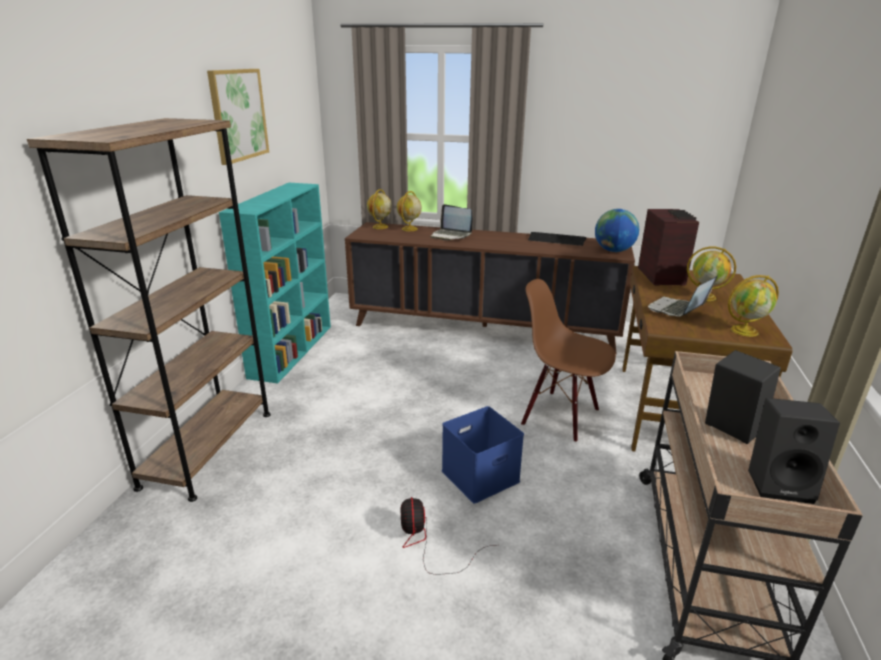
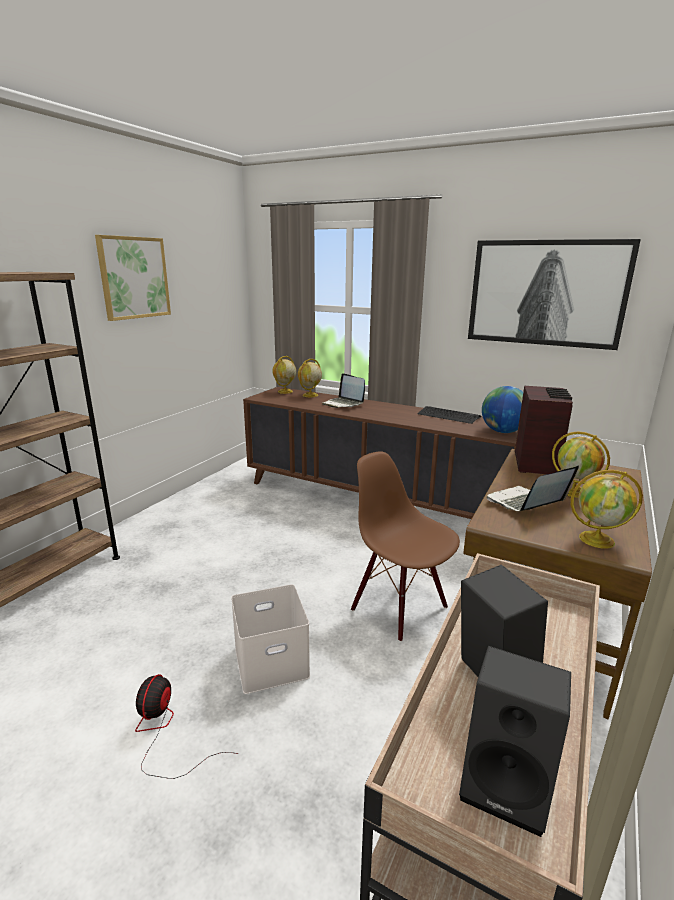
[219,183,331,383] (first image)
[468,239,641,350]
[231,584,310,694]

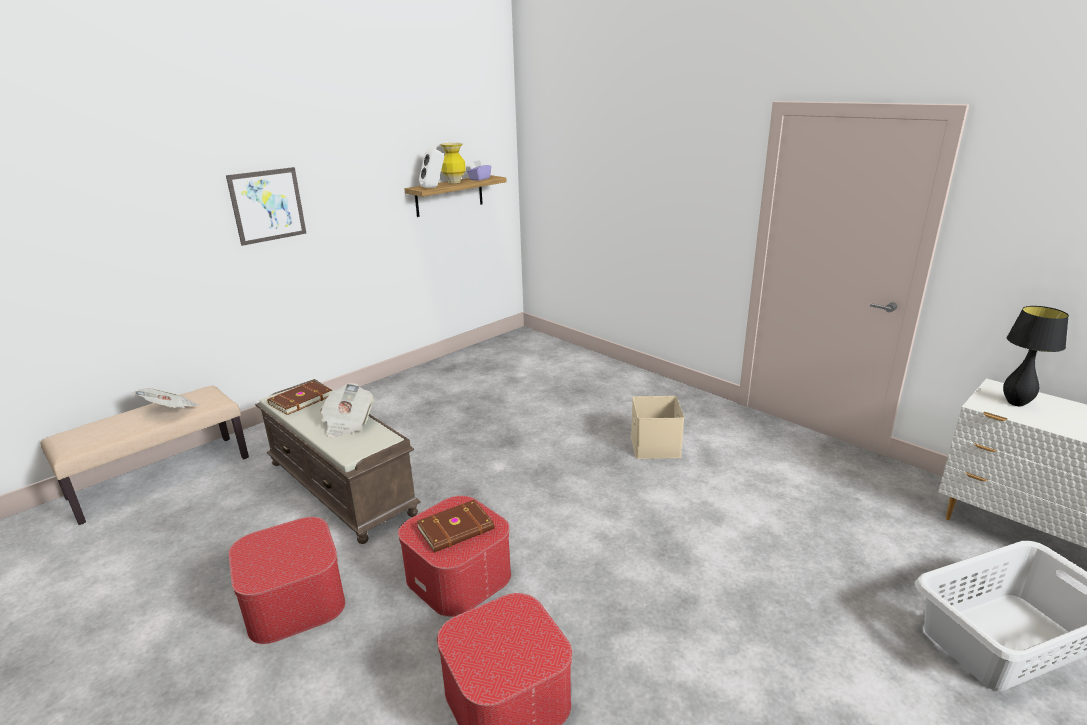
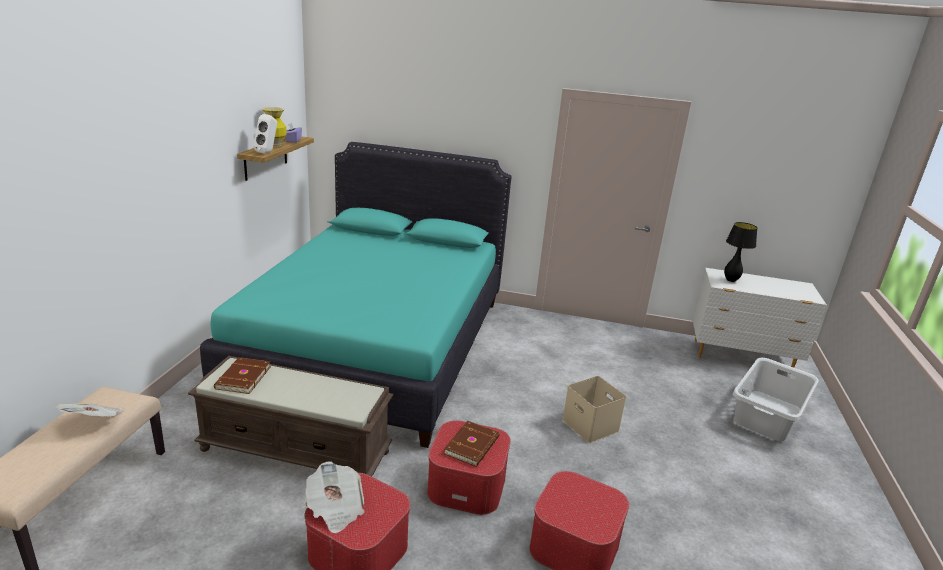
[226,167,306,246] (first image)
[200,142,512,448]
[305,461,365,533]
[562,376,626,443]

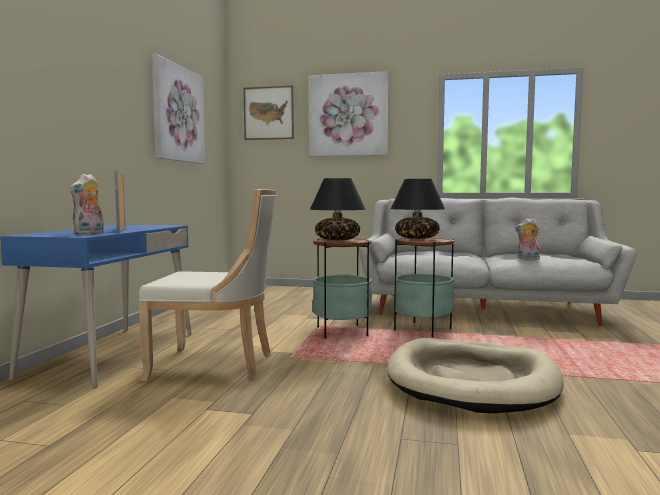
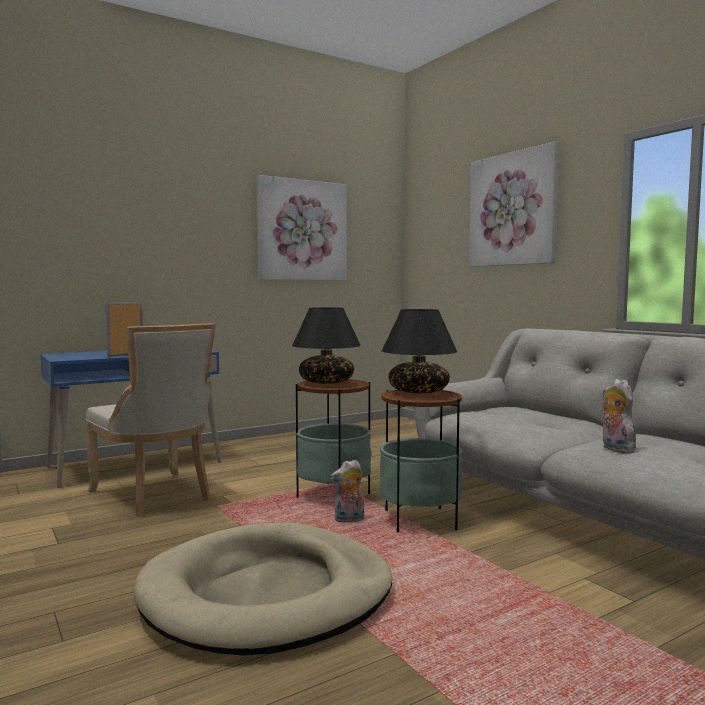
[243,86,294,140] (first image)
[330,459,365,523]

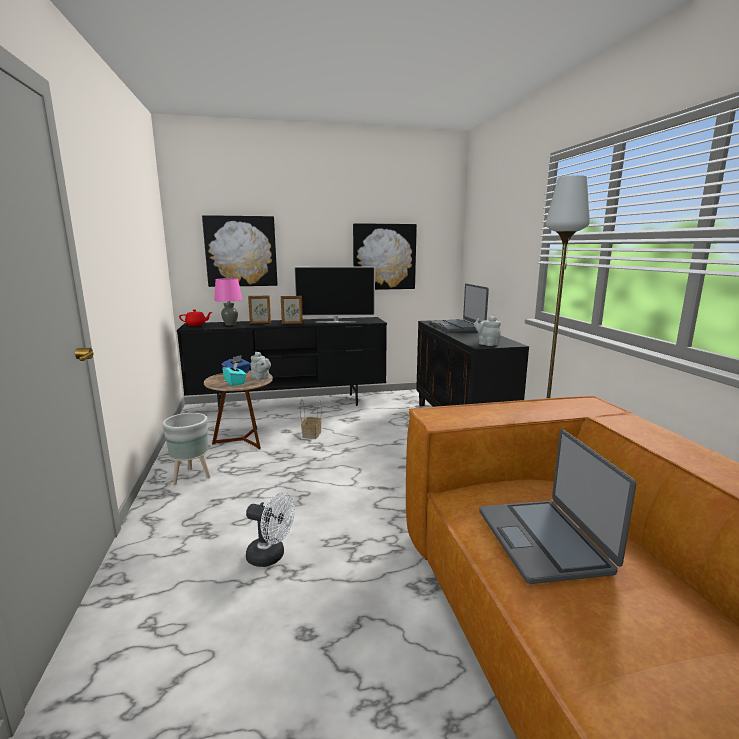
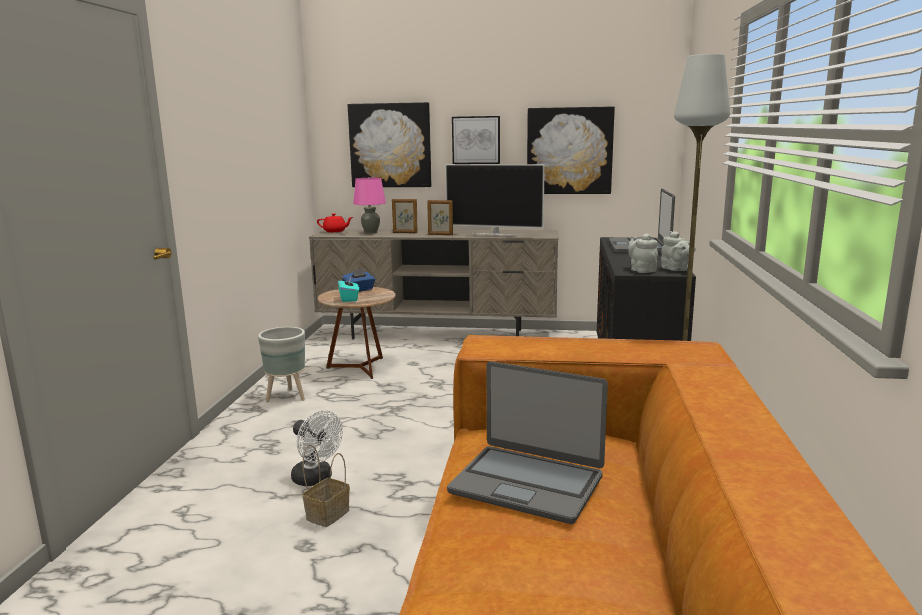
[452,116,500,164]
[661,231,696,271]
[302,445,350,527]
[309,229,558,340]
[447,361,608,524]

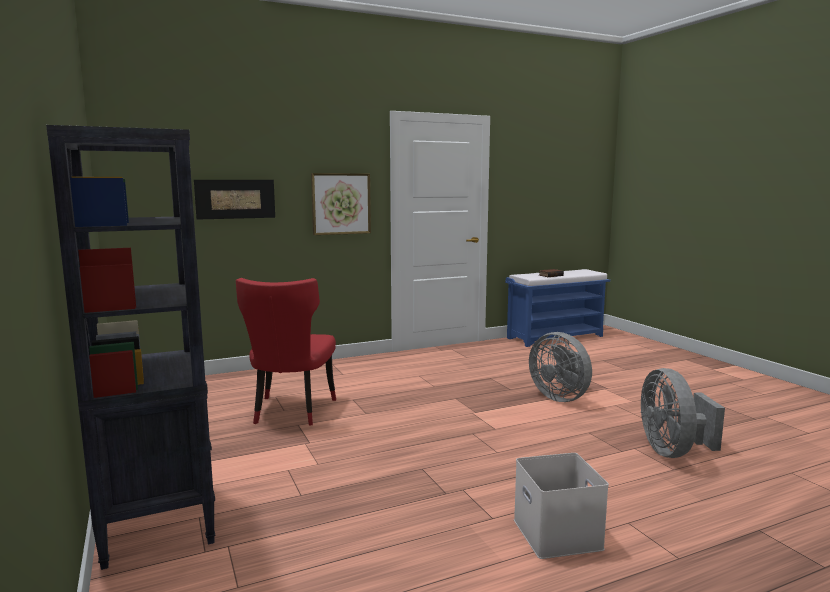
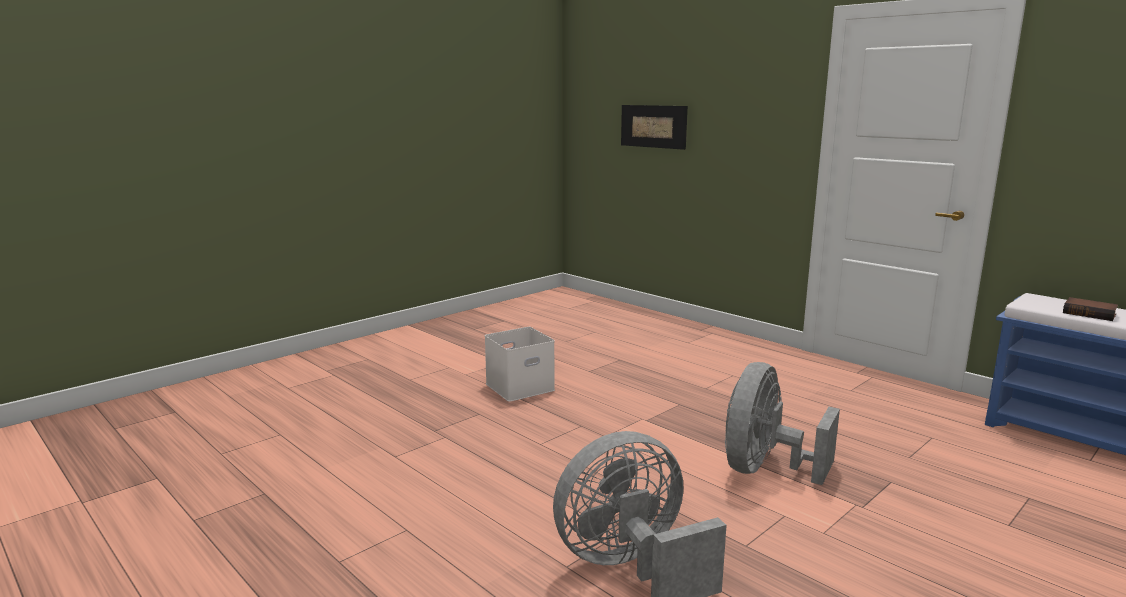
[46,125,216,570] (first image)
[236,278,336,426] (first image)
[311,173,371,235] (first image)
[485,327,555,402]

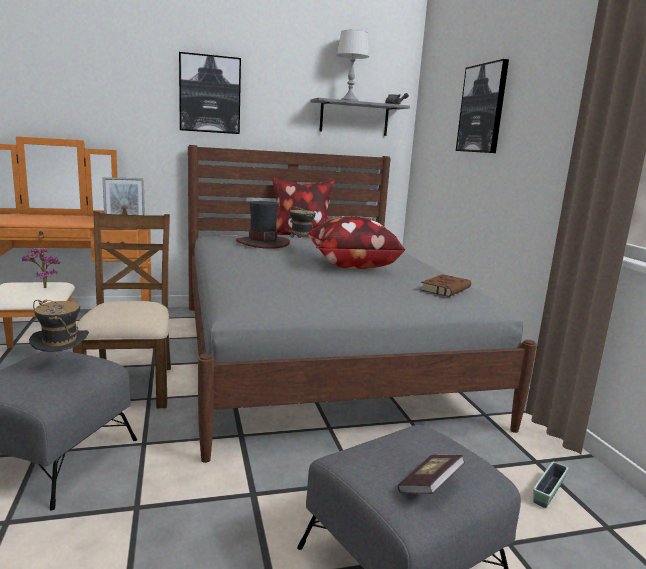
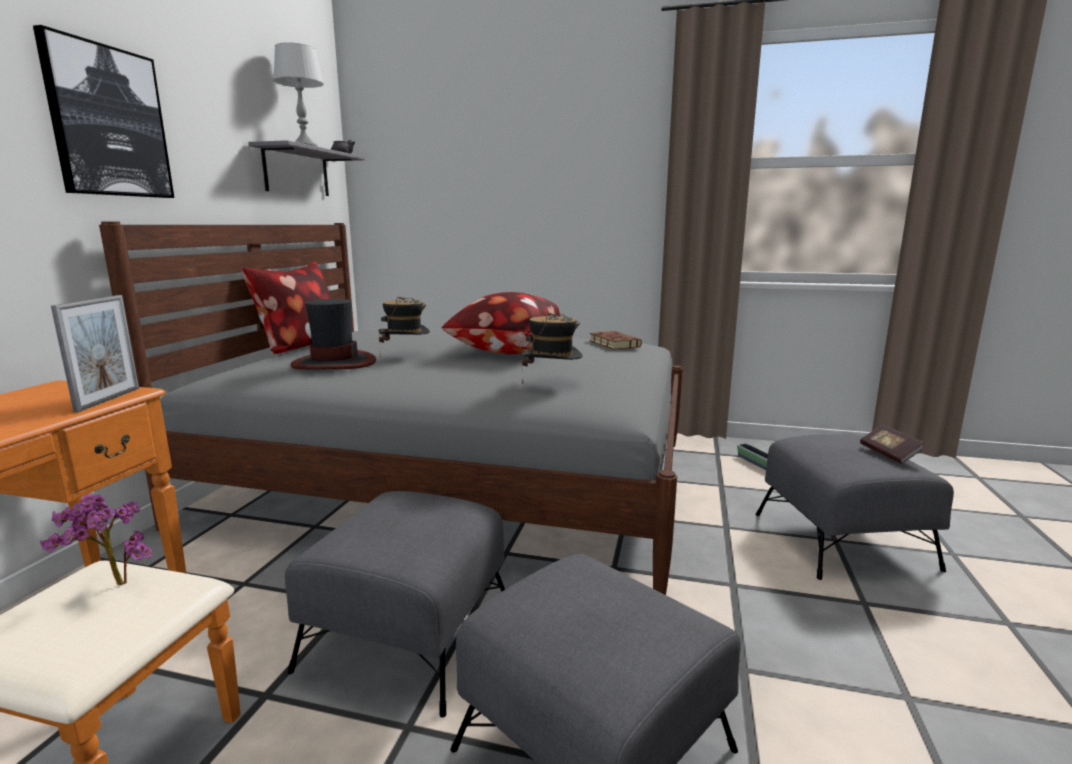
[456,59,509,153] (first image)
[522,312,583,384]
[285,491,505,718]

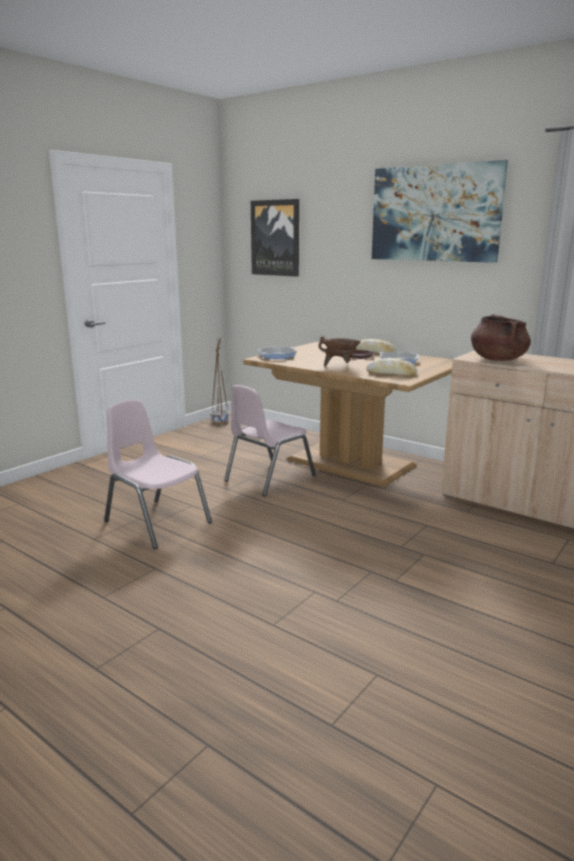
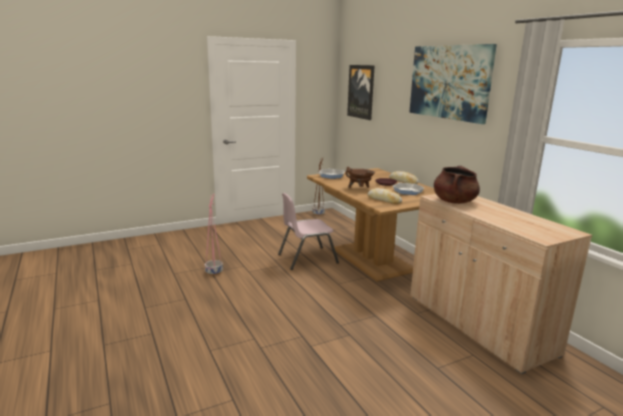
[205,194,223,275]

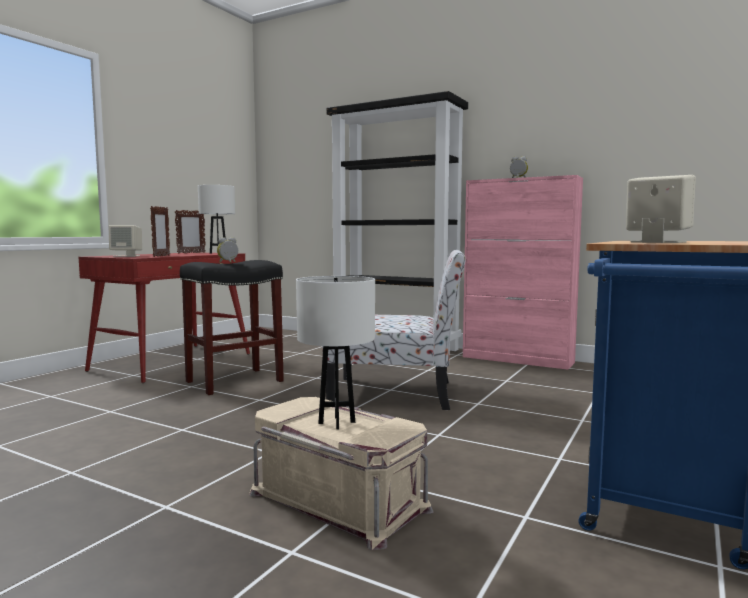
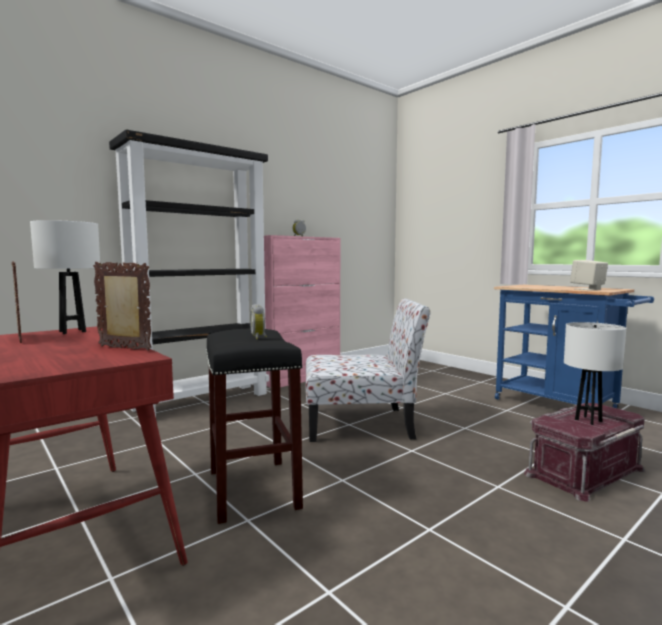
[109,225,142,257] (first image)
[524,403,645,502]
[306,298,430,442]

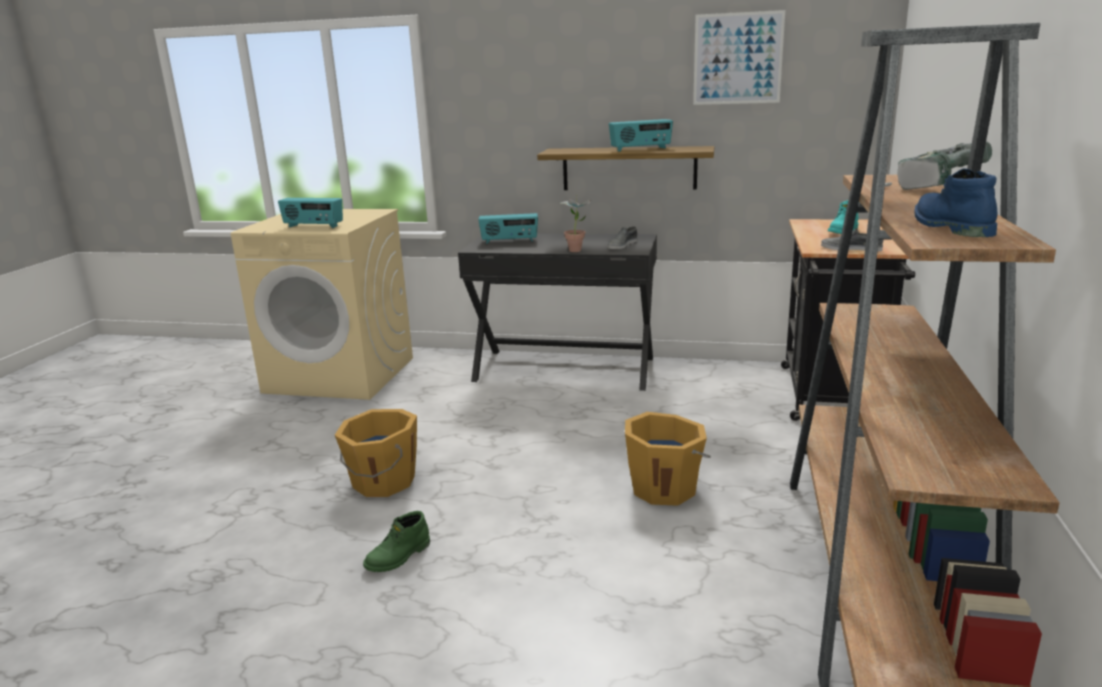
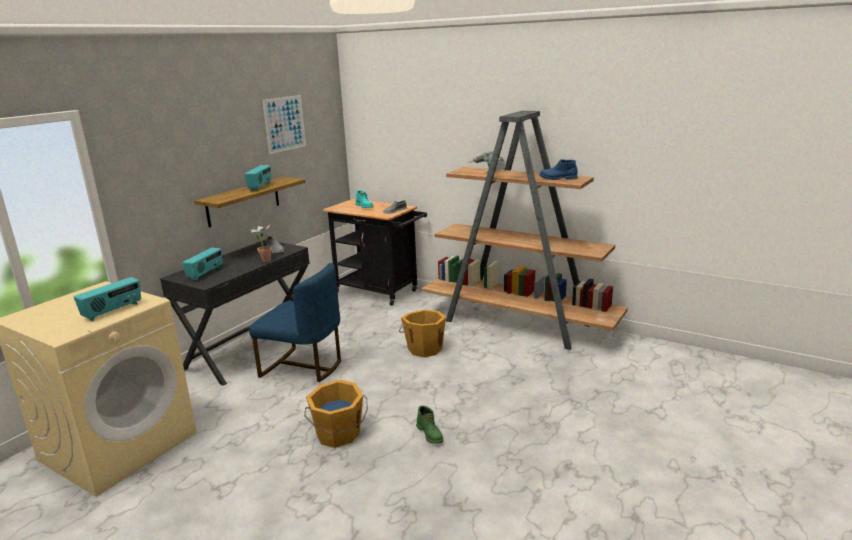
[249,263,341,382]

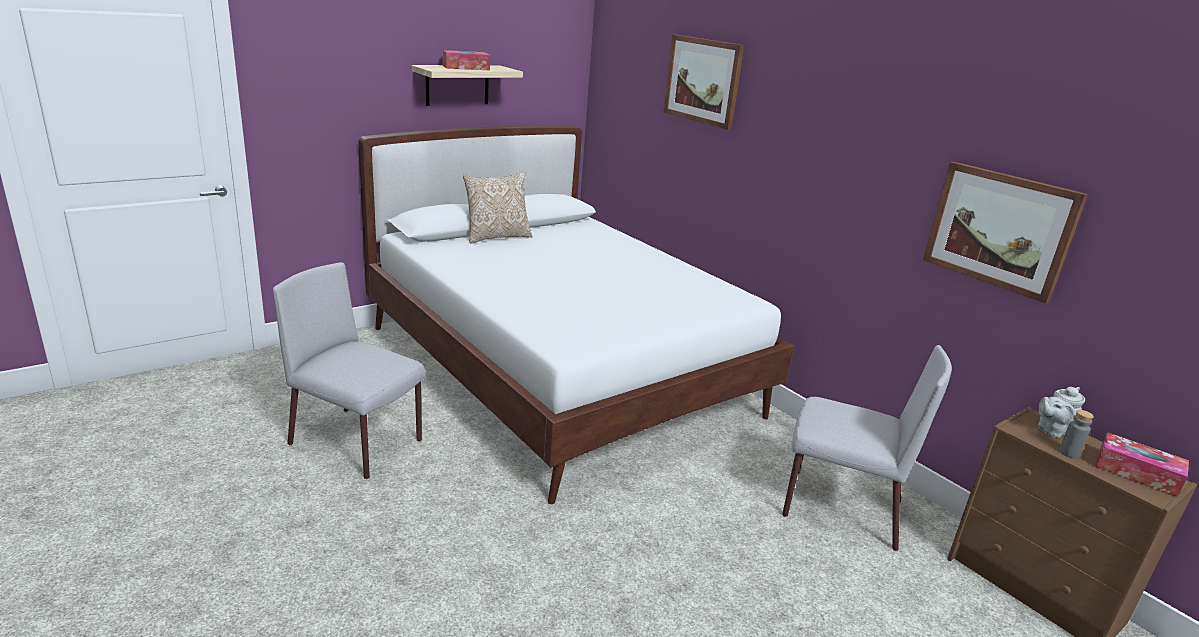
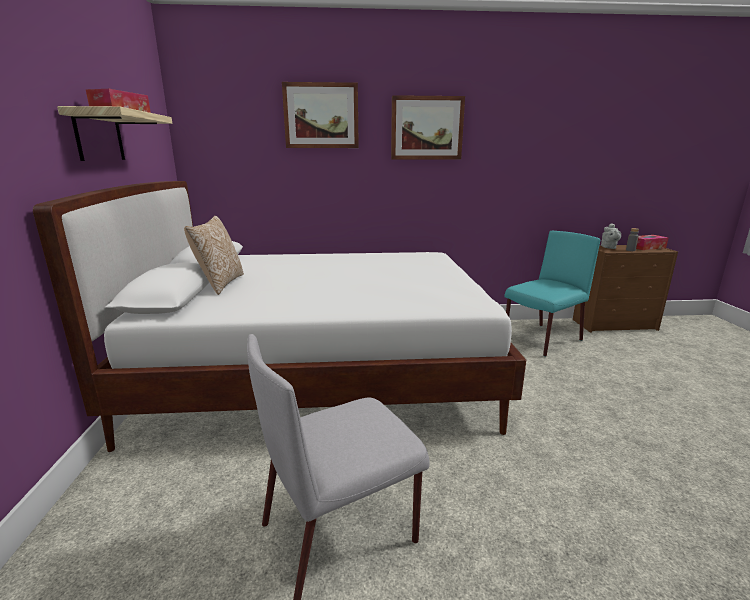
[391,95,465,159]
[505,231,601,357]

